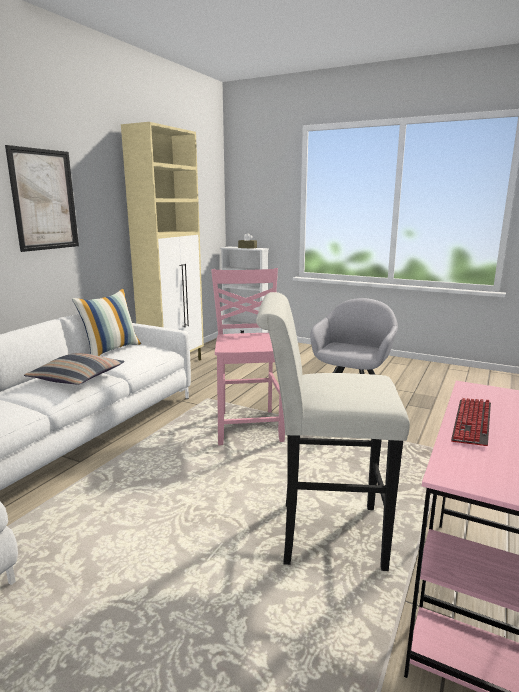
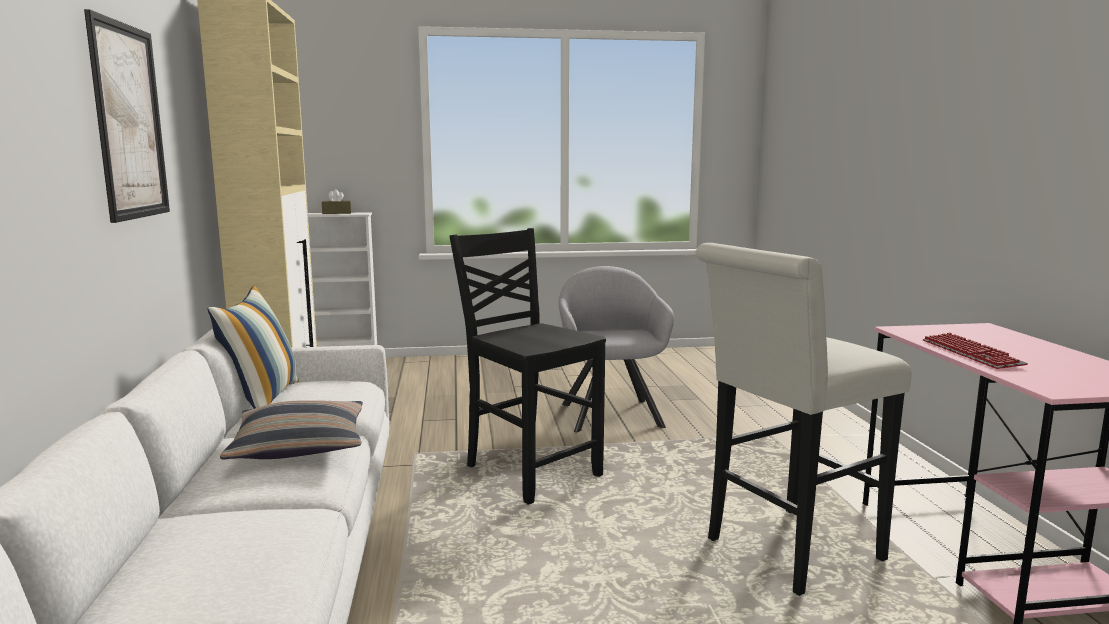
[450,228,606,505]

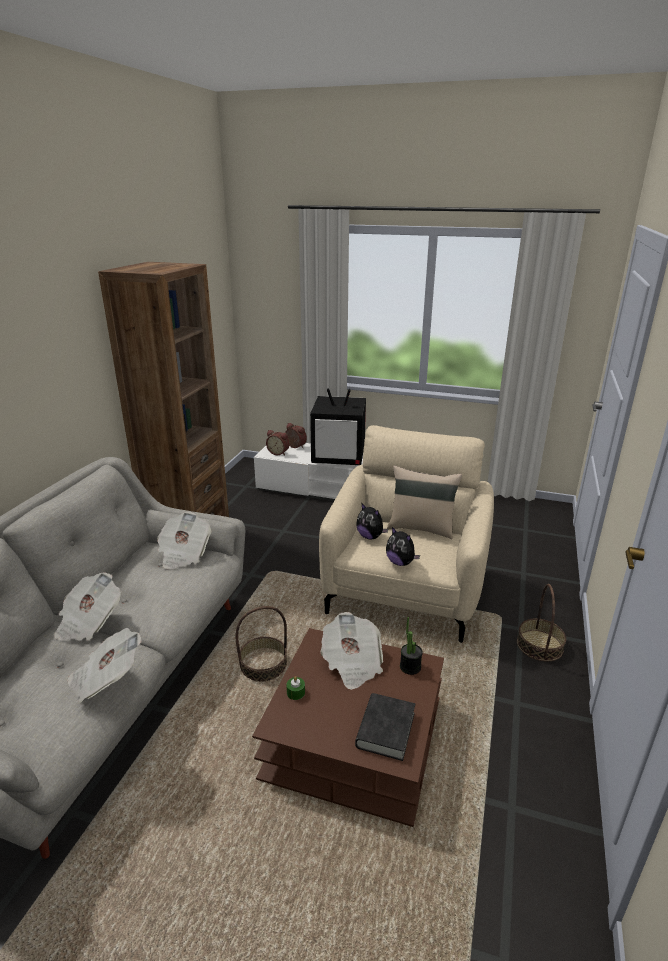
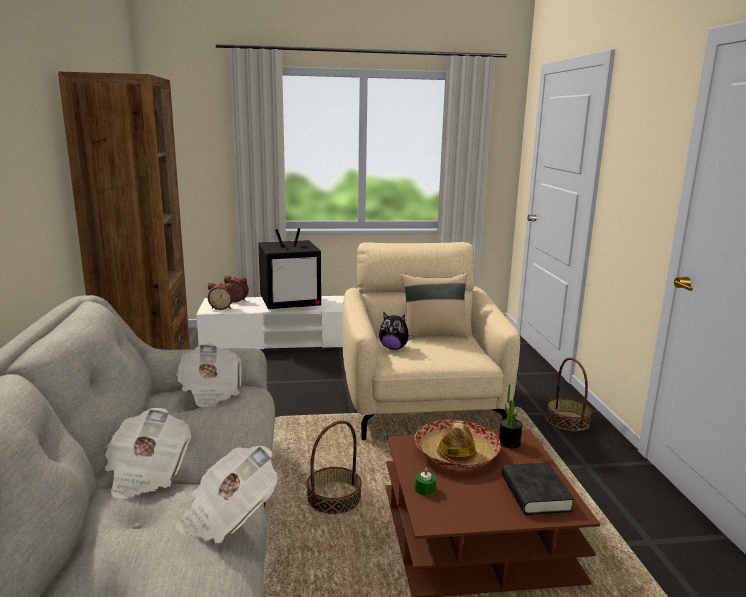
[386,527,420,566] (first image)
[414,420,501,468]

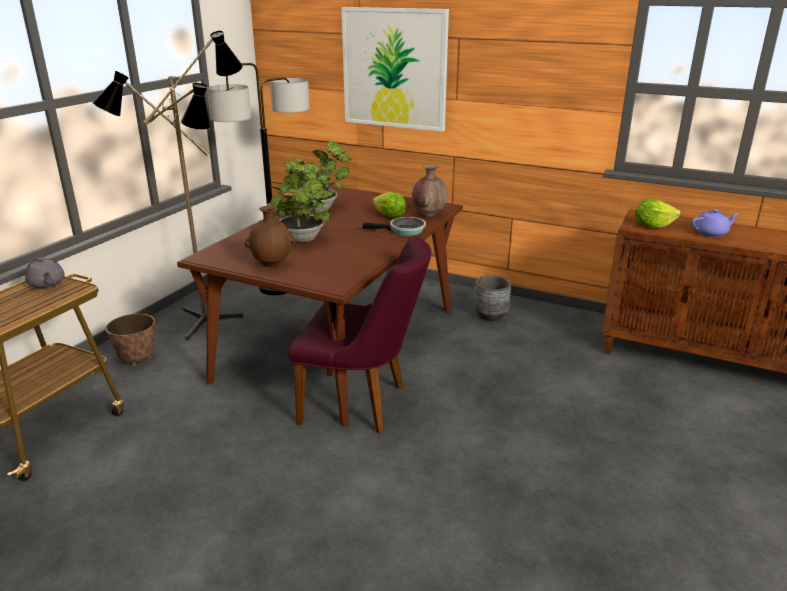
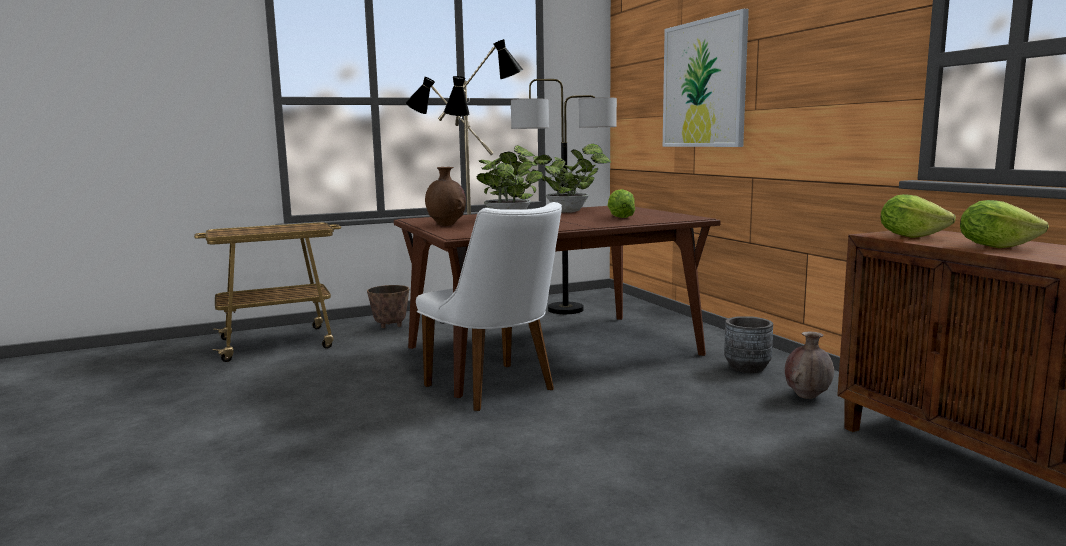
[25,257,65,288] (first image)
[362,217,426,236] (first image)
[785,332,834,399]
[960,200,1049,248]
[416,202,562,411]

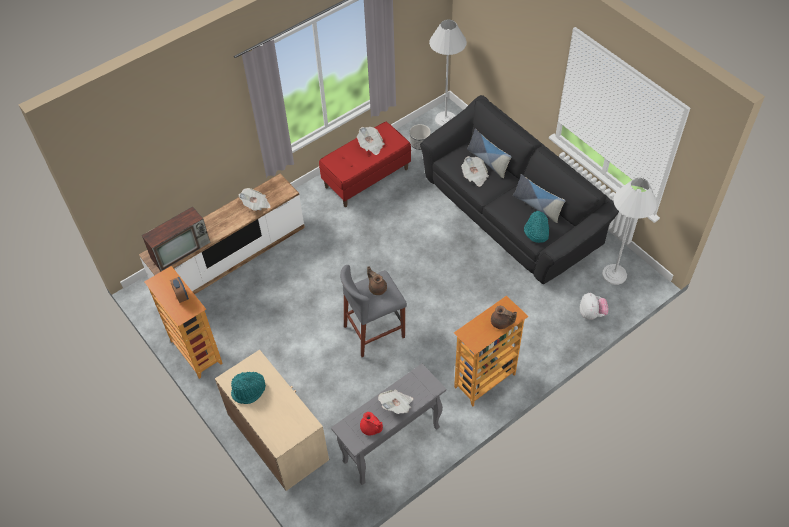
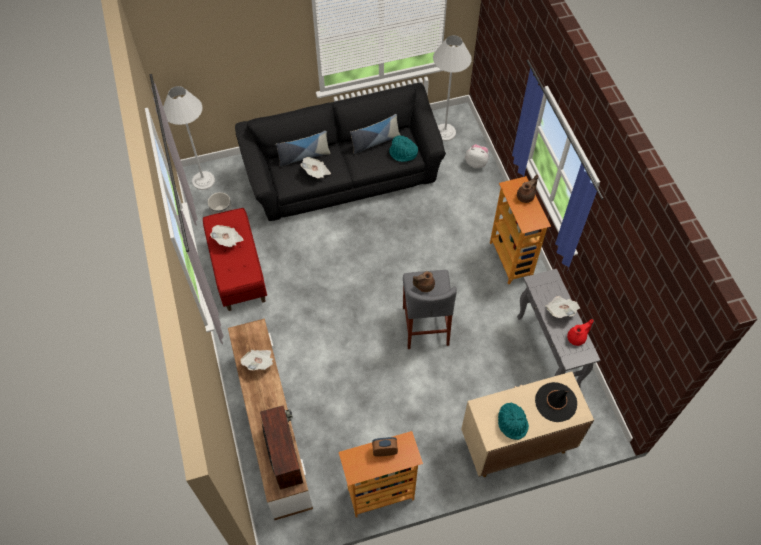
[535,382,577,422]

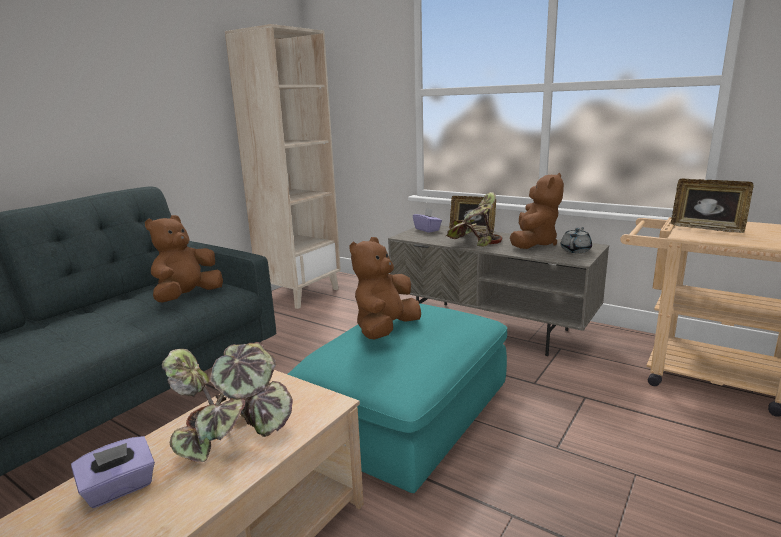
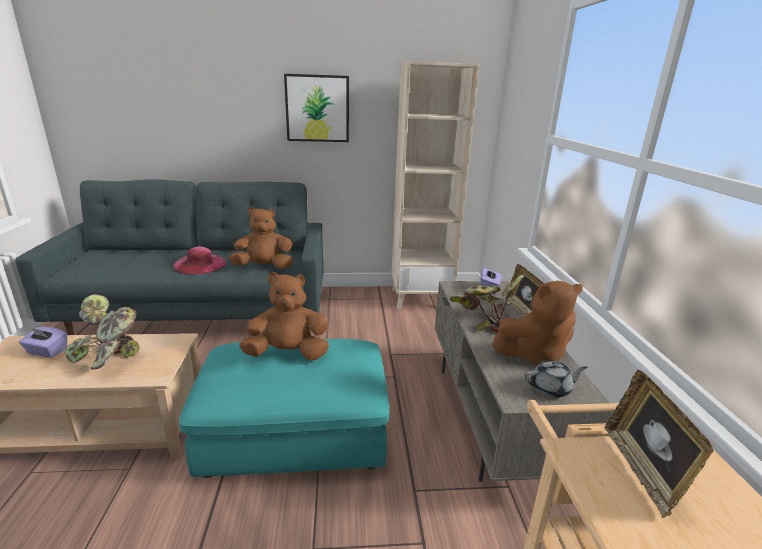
[173,247,226,275]
[284,74,349,142]

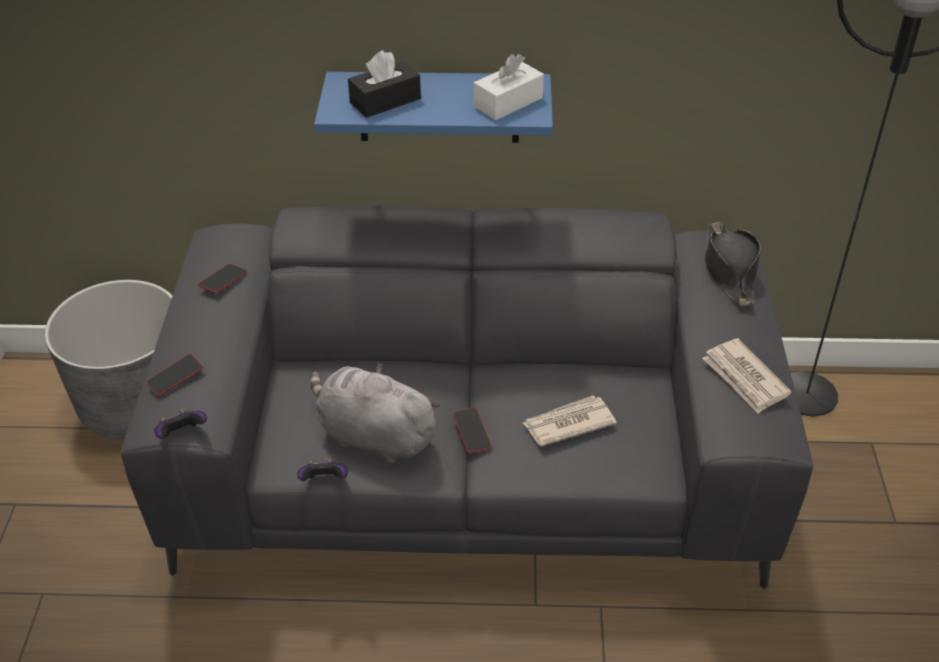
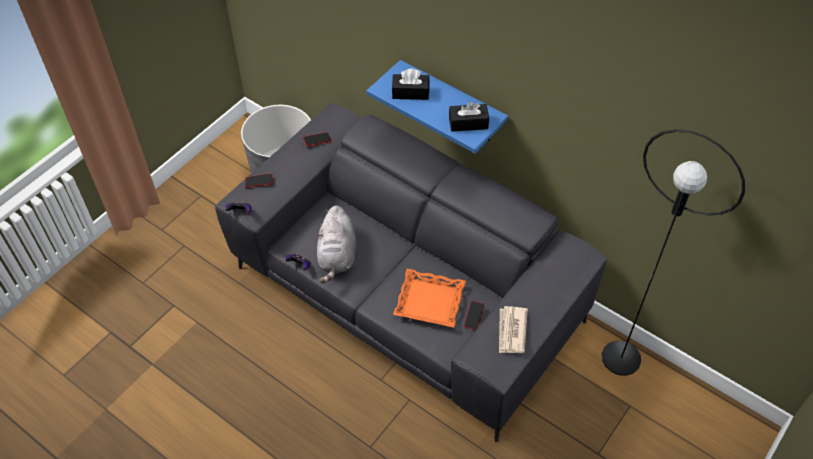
[705,222,761,306] (first image)
[464,301,485,330]
[393,269,466,328]
[449,102,489,132]
[316,205,356,284]

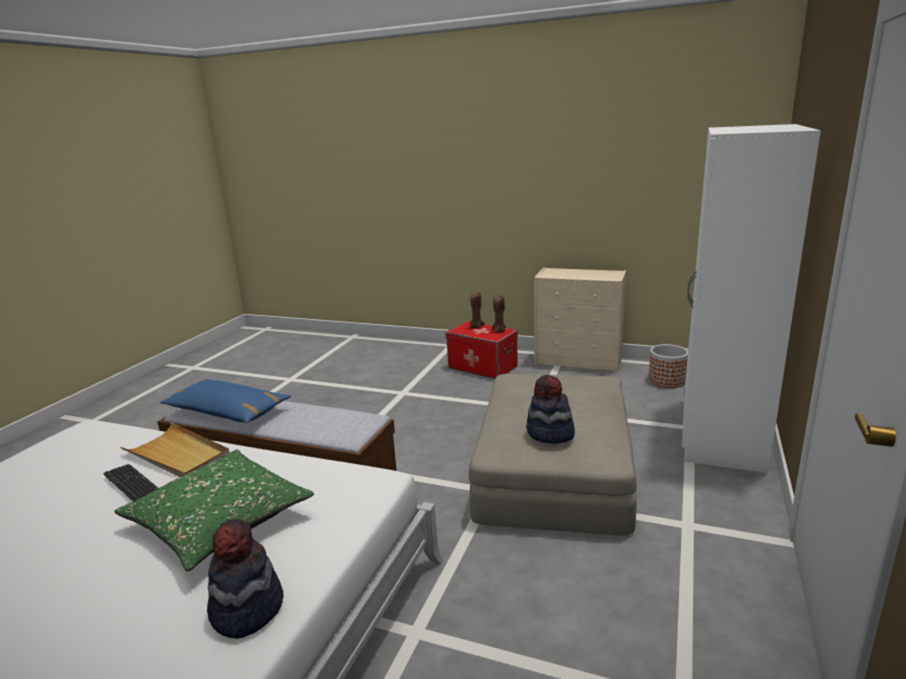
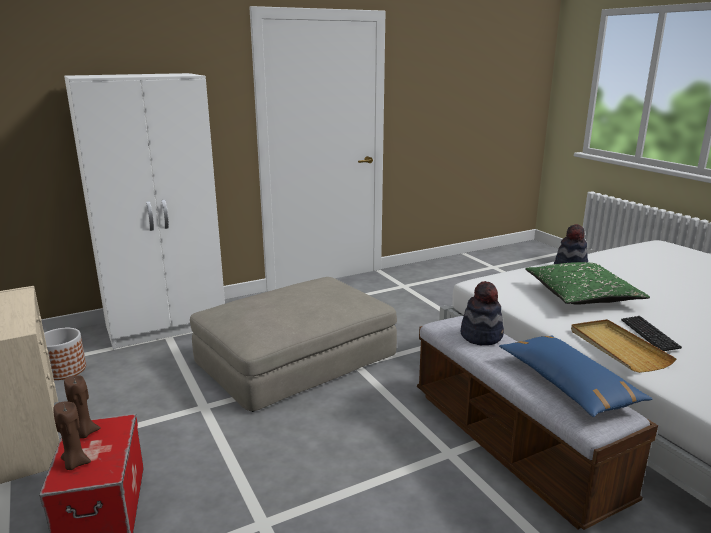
[461,281,504,345]

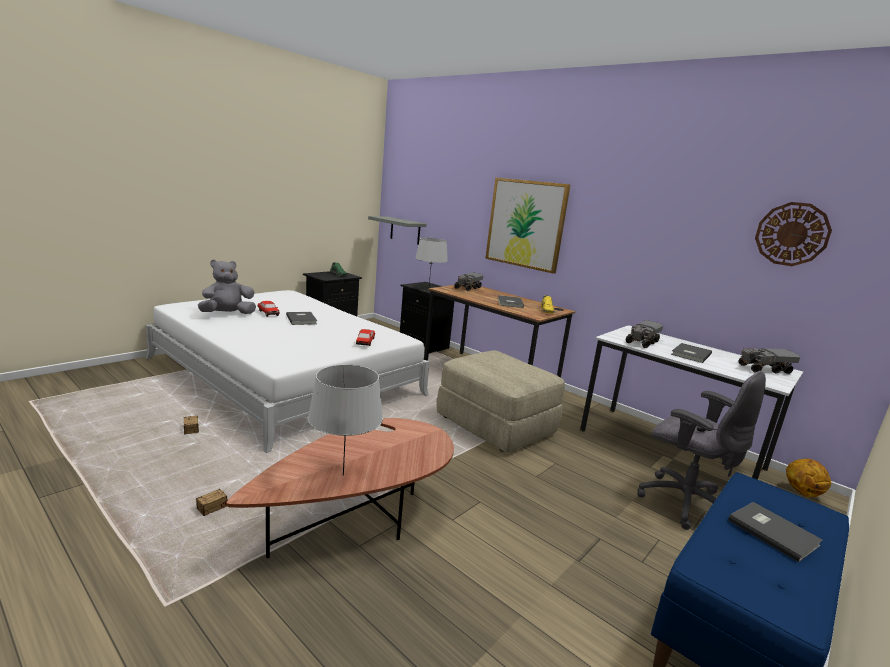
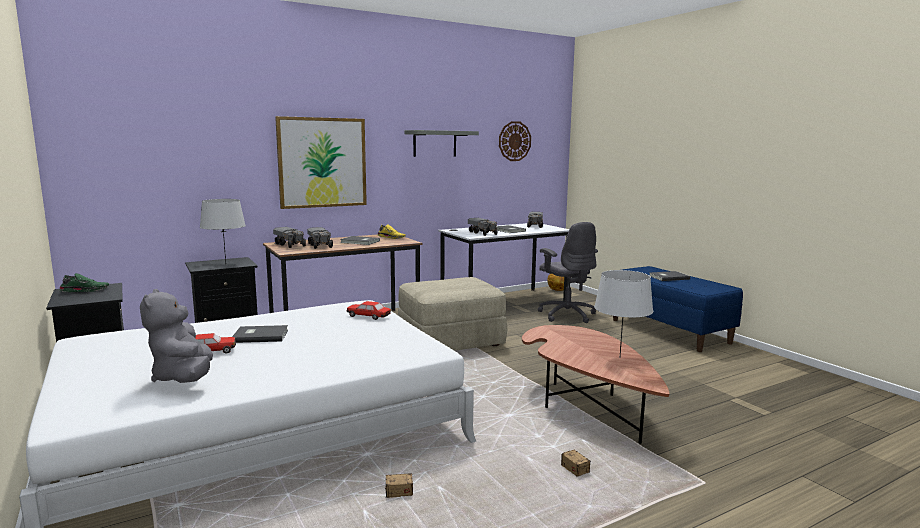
[307,227,333,249]
[405,130,479,157]
[538,222,598,323]

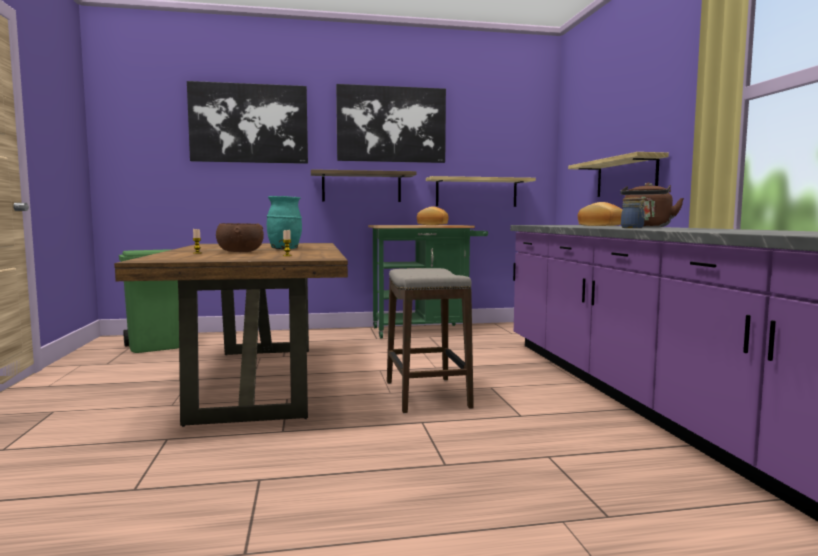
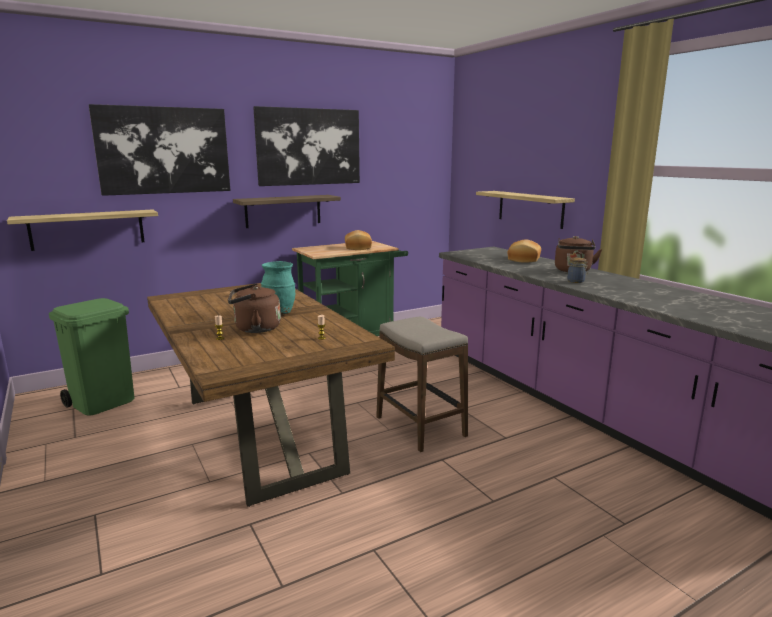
[7,210,158,251]
[228,284,281,333]

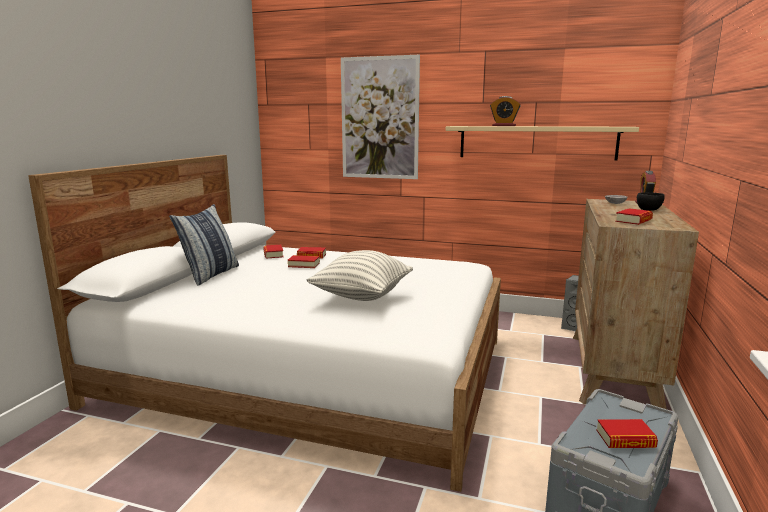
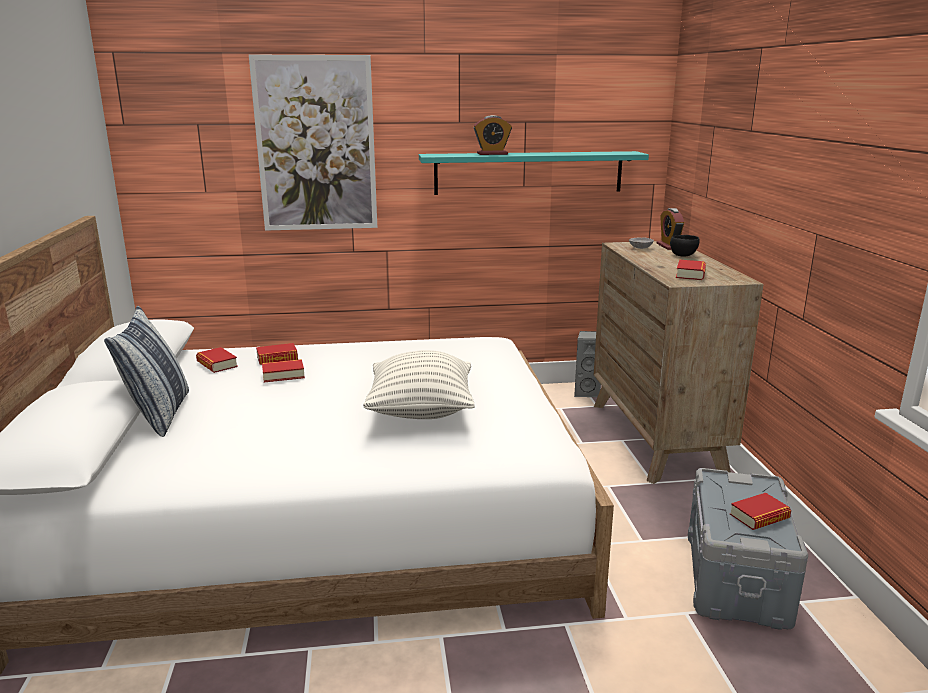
[419,151,649,195]

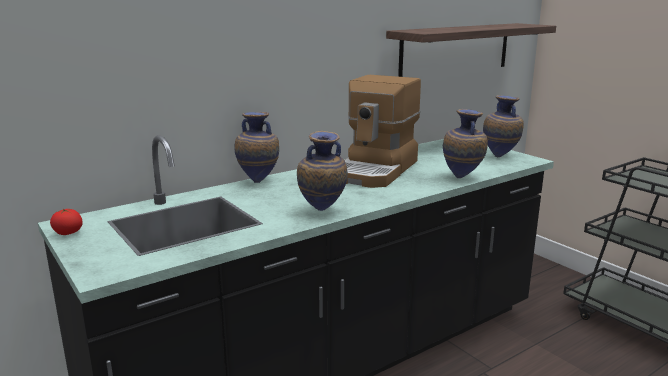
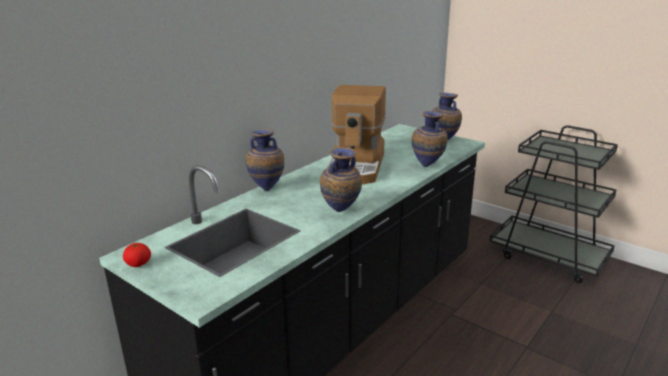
[386,23,556,77] (first image)

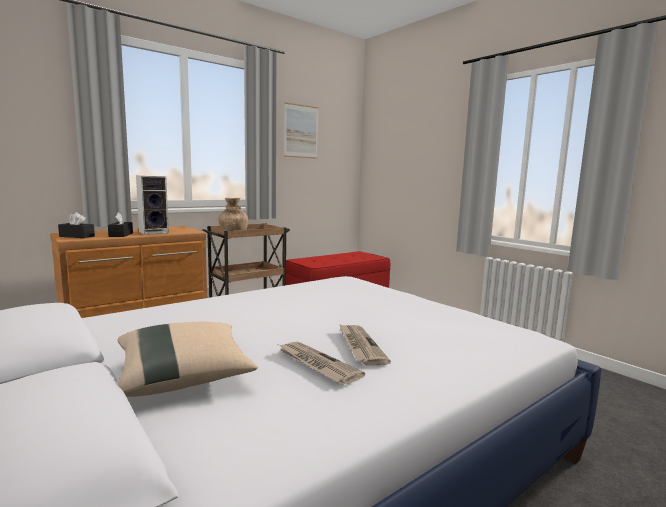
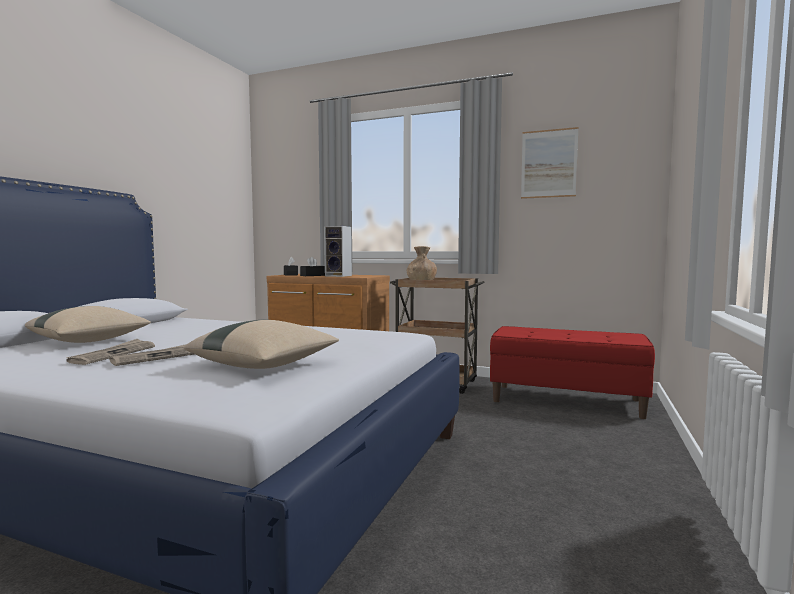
[184,320,339,369]

